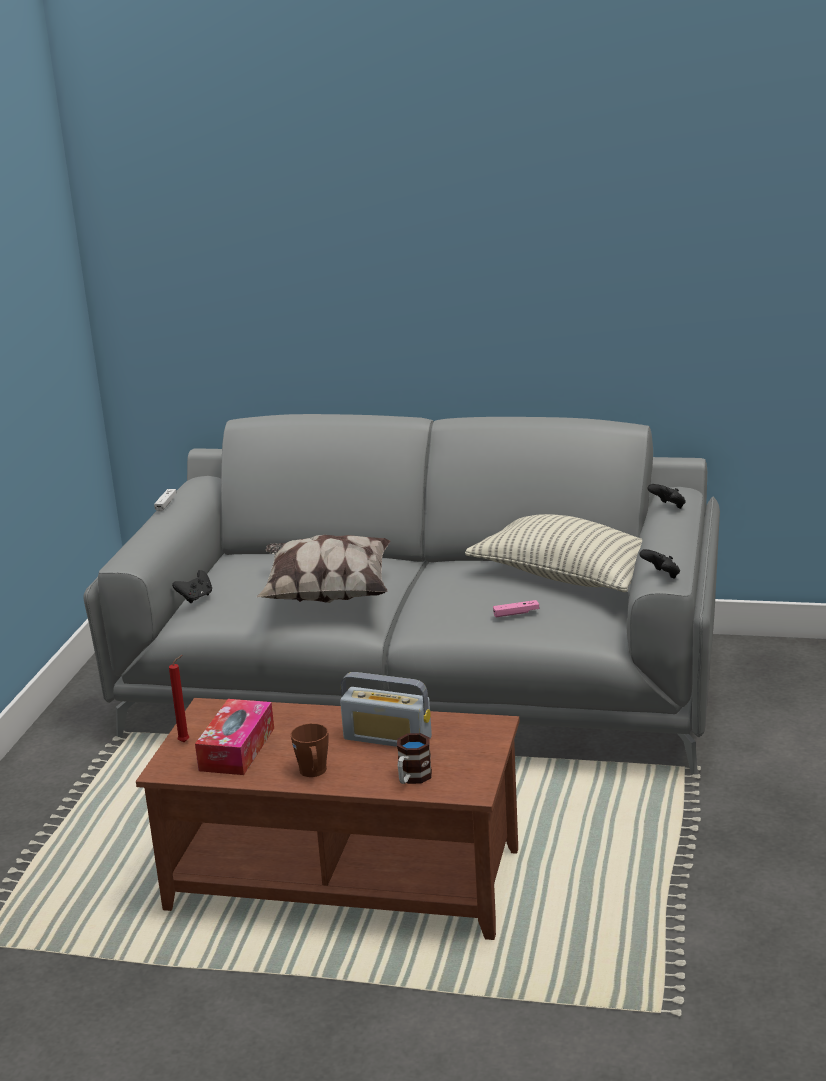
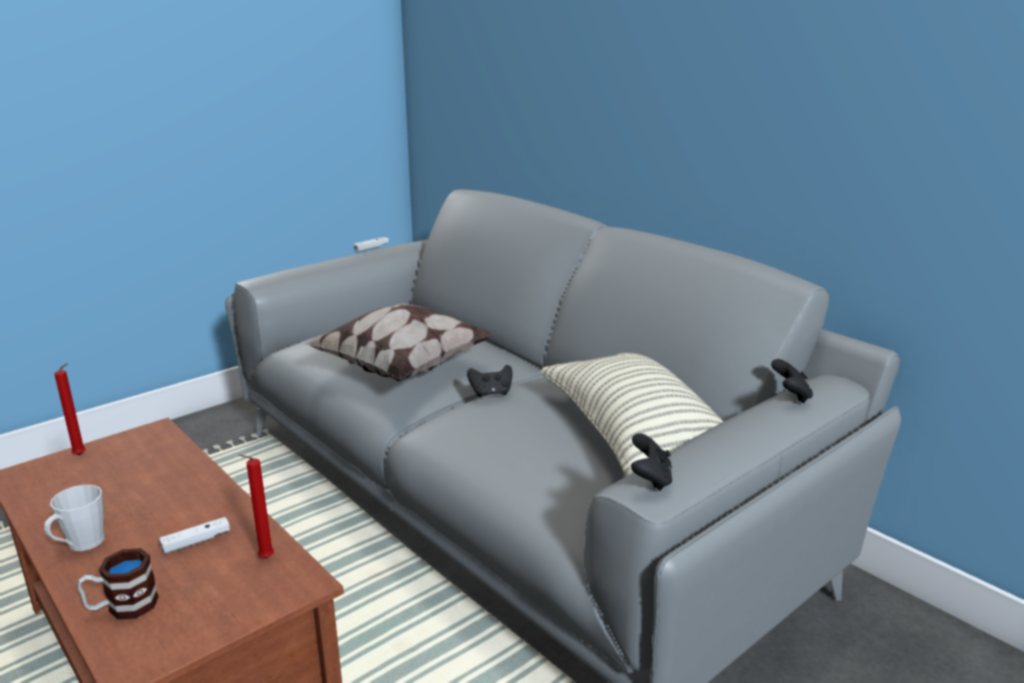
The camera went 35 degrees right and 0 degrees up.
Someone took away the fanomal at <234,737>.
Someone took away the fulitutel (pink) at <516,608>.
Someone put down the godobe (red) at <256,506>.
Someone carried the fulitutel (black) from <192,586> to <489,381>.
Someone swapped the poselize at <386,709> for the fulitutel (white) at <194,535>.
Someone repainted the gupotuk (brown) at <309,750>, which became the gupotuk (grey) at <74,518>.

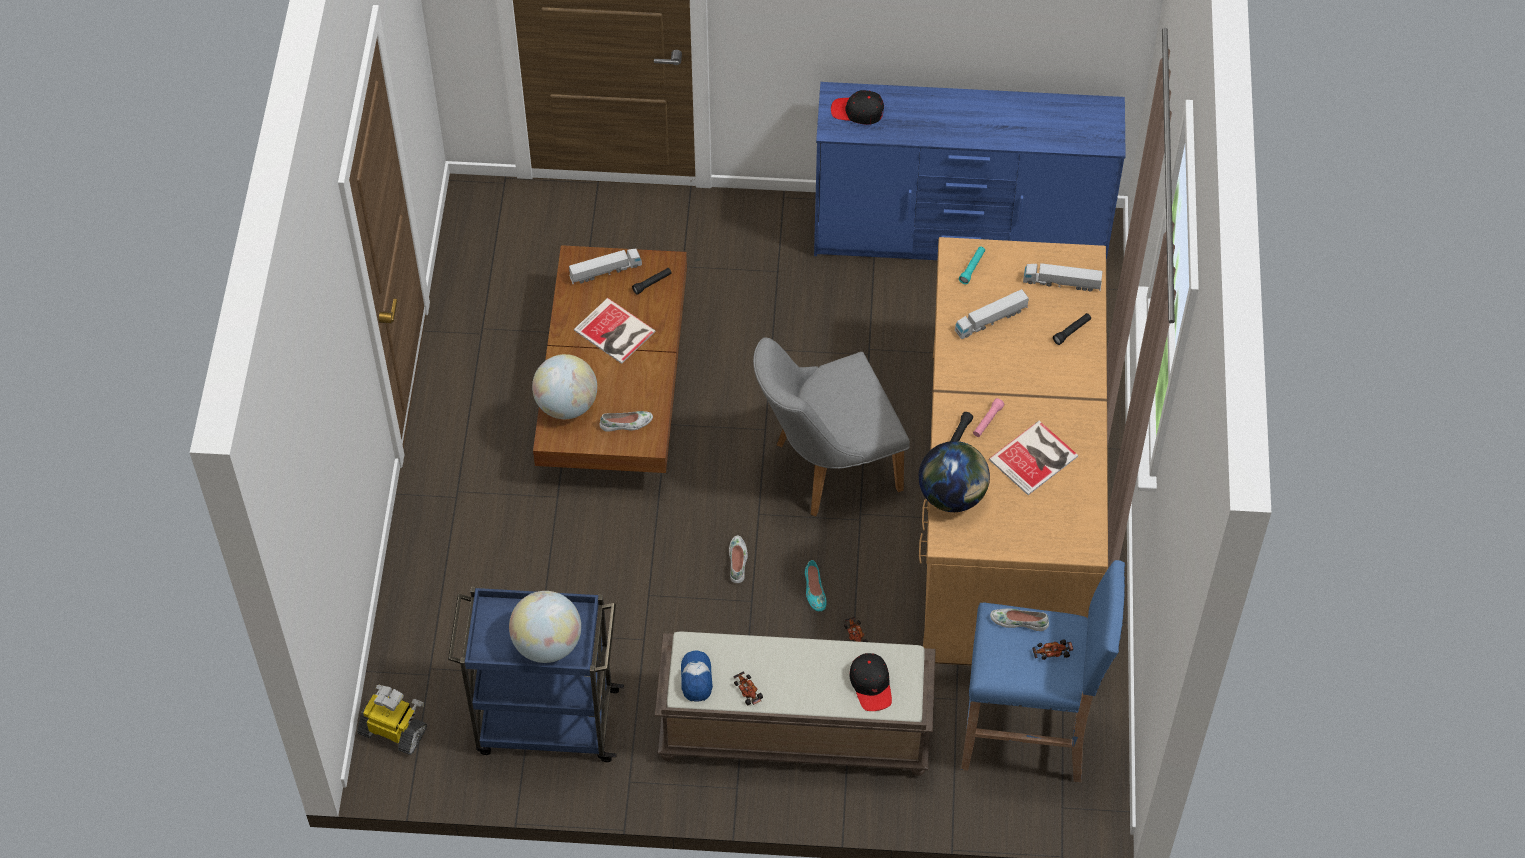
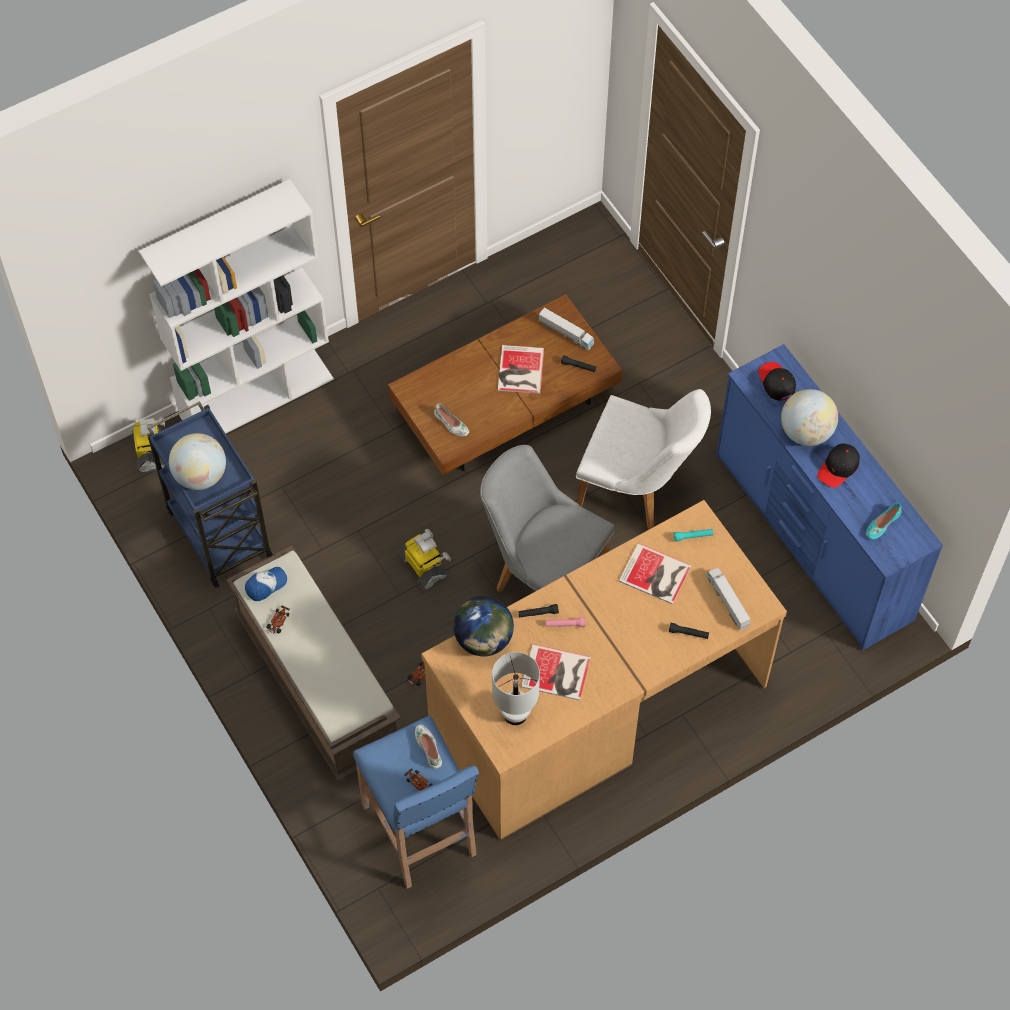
The camera went 55 degrees right and 5 degrees up.
Someone put down the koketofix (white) at <236,306>.
Someone put down the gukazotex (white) at <516,688>.
Someone put down the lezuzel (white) at <643,459>.
Someone carried the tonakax from <564,386> to <809,417>.
Someone carried the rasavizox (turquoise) from <816,585> to <884,521>.
Someone carried the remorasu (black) from <870,682> to <838,465>.
Someone swapped the rasavizox (white) at <738,559> for the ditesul at <424,559>.
Someone swapped the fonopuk at <992,314> for the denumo at <655,573>.

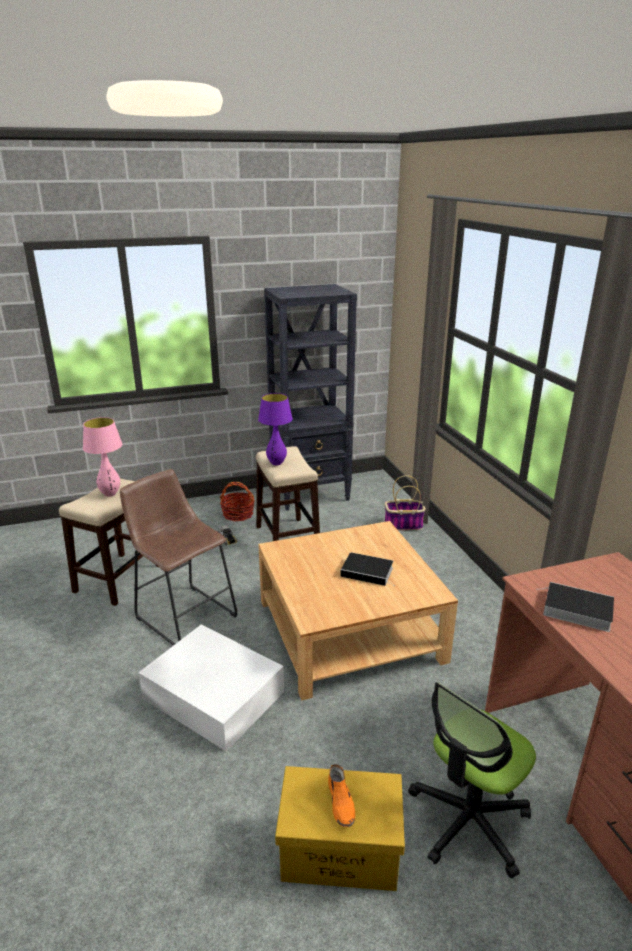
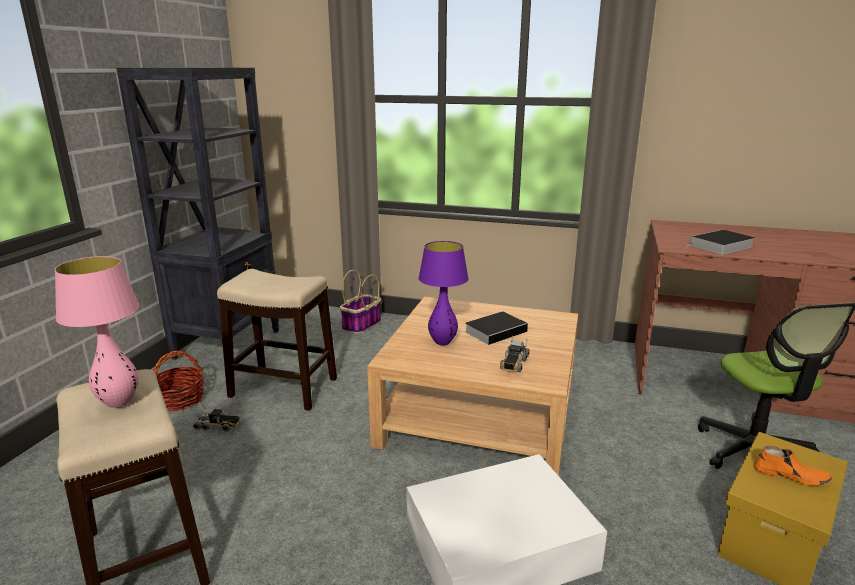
The camera went 55 degrees left and 5 degrees down.
Someone took away the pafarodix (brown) at <179,557>.
Someone put down the fonopuk at <514,353>.
Someone carried the gukazotex (purple) from <275,429> to <444,293>.

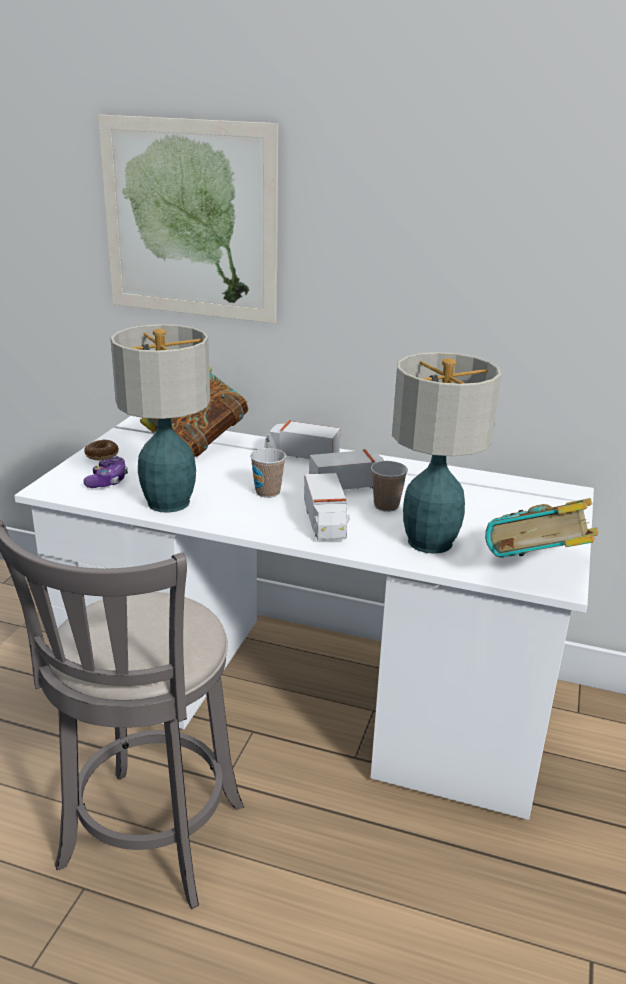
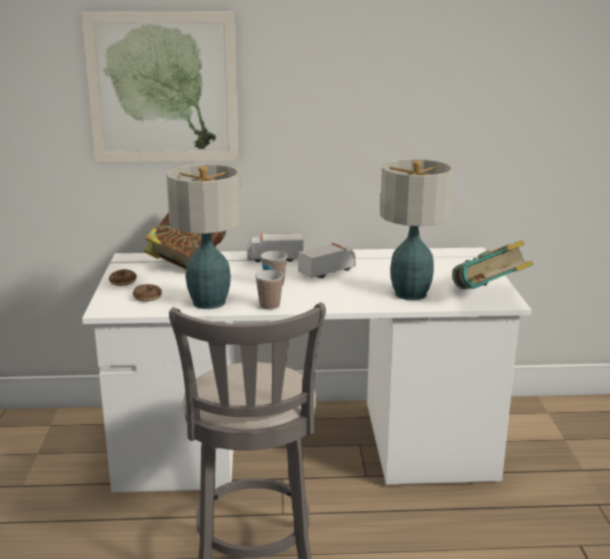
The camera went 20 degrees left and 5 degrees down.
Someone took away the fonopuk at <327,506>.
Someone carried the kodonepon from <389,486> to <269,290>.
Someone swapped the fulitutel at <105,472> for the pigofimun at <147,293>.

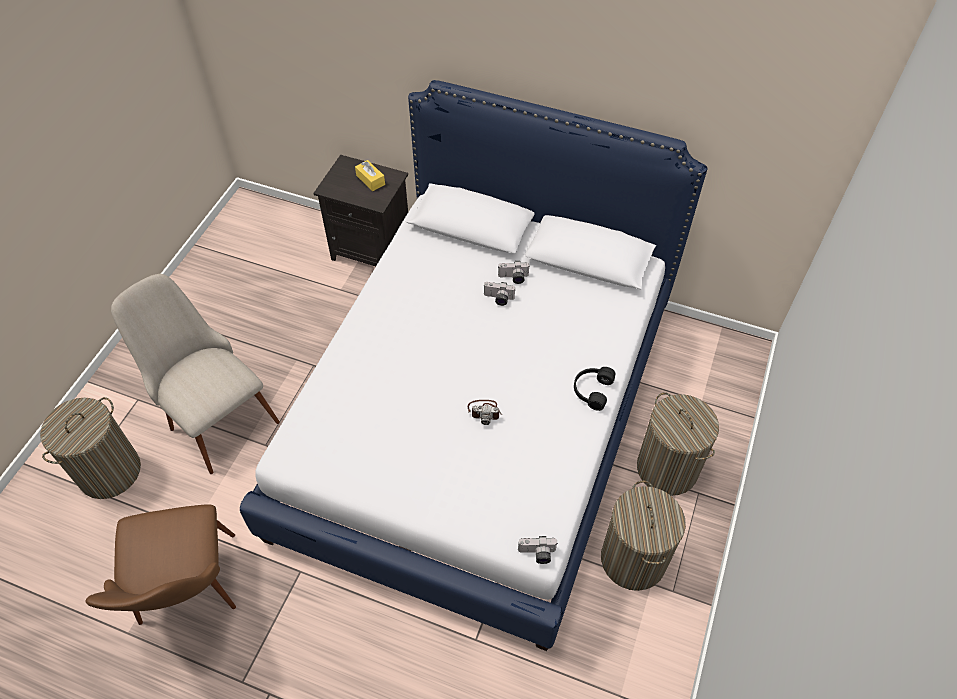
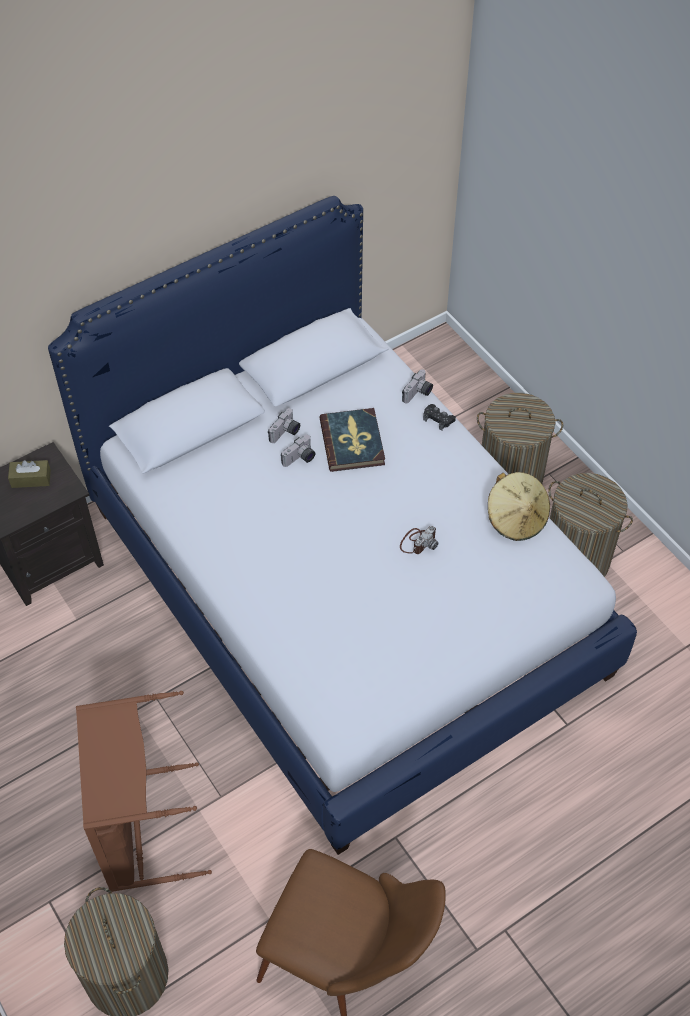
The camera went 55 degrees left and 0 degrees up.
Someone took away the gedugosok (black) at <595,389>.
Someone put down the denumo at <352,440>.
Someone put down the fulitutel (black) at <439,417>.
Someone put down the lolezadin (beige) at <519,506>.
Someone carried the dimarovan from <538,550> to <417,386>.
Someone swapped the lezuzel (beige) at <195,374> for the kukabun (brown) at <144,791>.
Someone repainted the fanomal (yellow) at <370,175>, which became the fanomal (brown) at <29,474>.

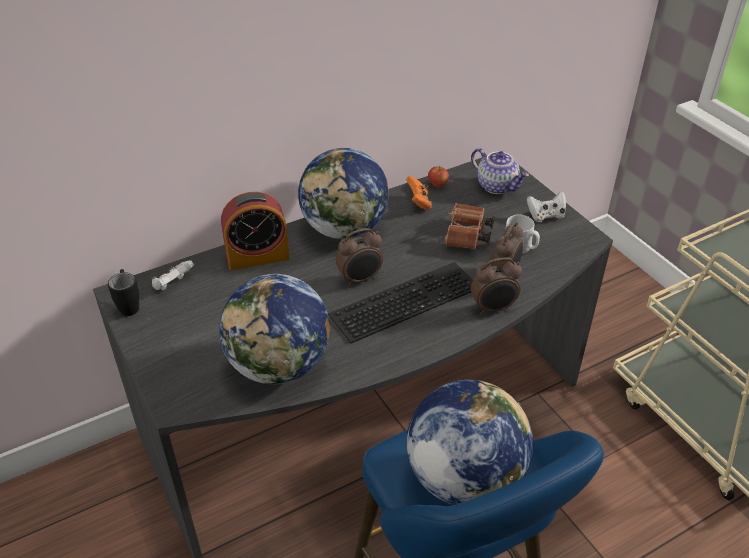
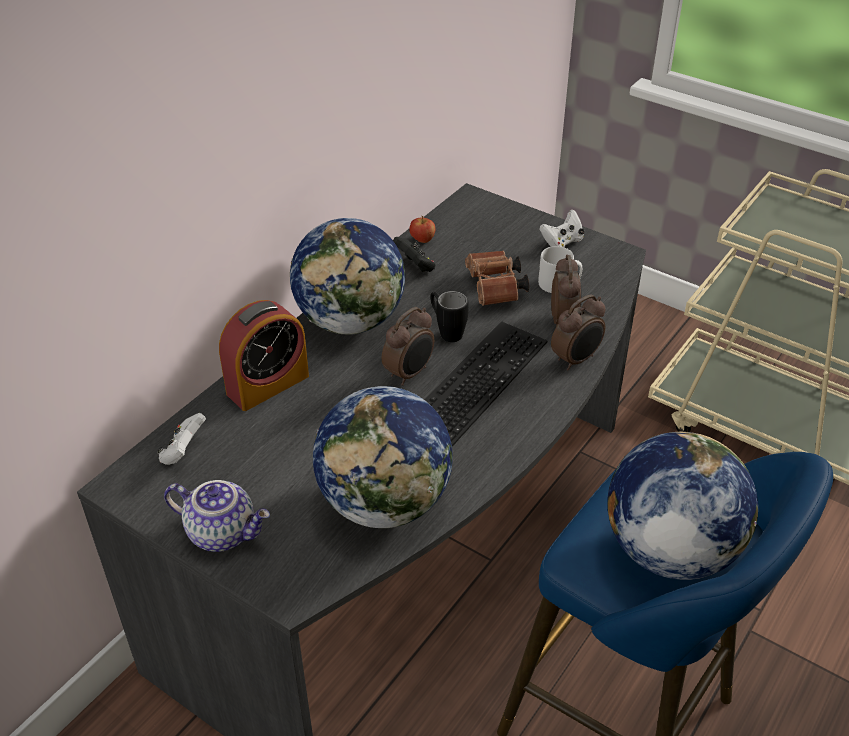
The camera went 25 degrees left and 0 degrees up.
Someone carried the gupotuk (black) from <123,292> to <449,316>.
Someone carried the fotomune from <500,171> to <217,516>.
Someone repainted the fulitutel (orange) at <419,193>, which became the fulitutel (black) at <414,254>.

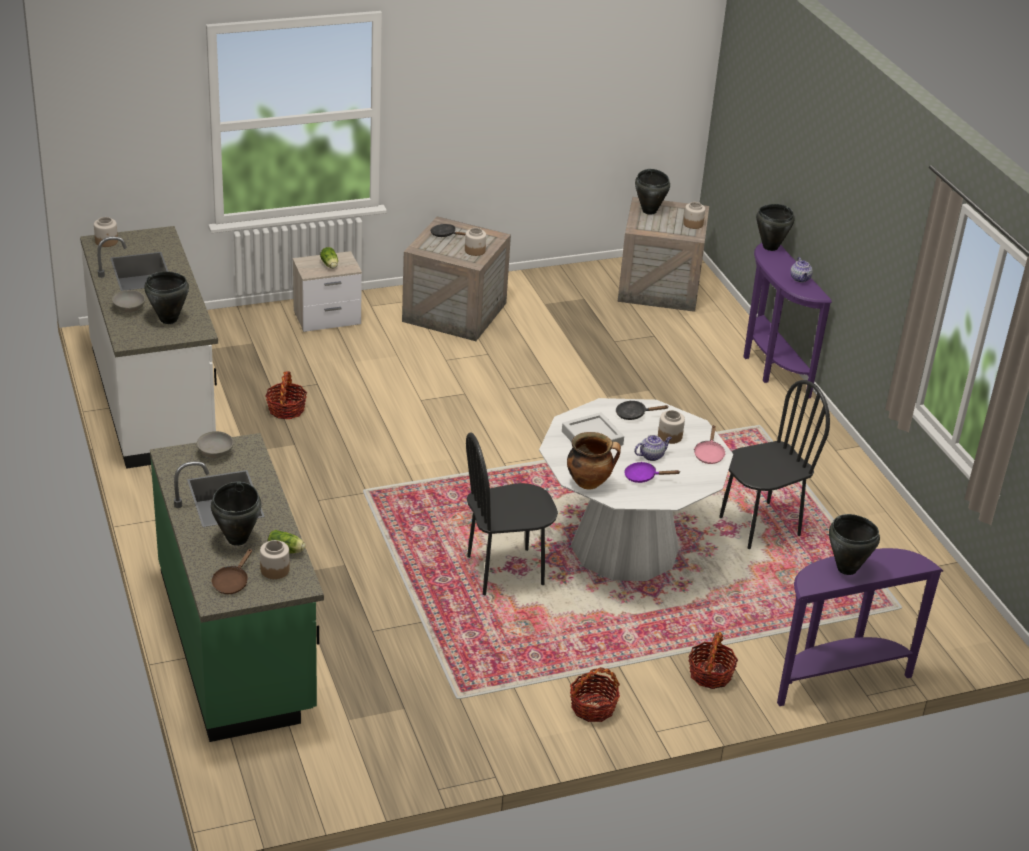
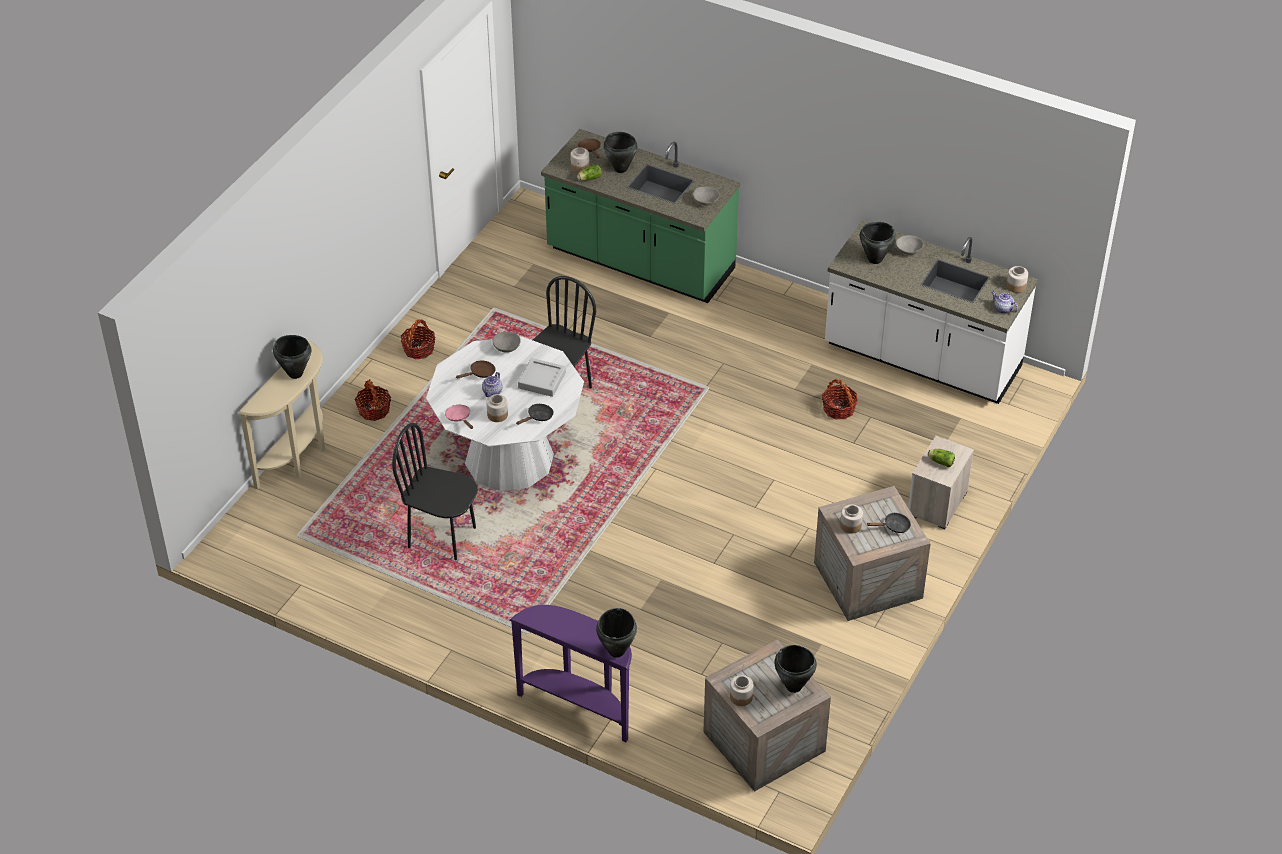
The camera went 140 degrees right and 10 degrees up.
Someone carried the fotomune from <801,269> to <1004,302>.
Someone swapped the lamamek at <594,460> for the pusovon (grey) at <506,342>.
Someone repainted the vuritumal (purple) at <652,472>, which became the vuritumal (brown) at <476,370>.
Someone repainted the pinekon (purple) at <860,627>, which became the pinekon (beige) at <282,414>.
Someone rotated the lezuzel (black) at <774,464> by 90 degrees clockwise.

